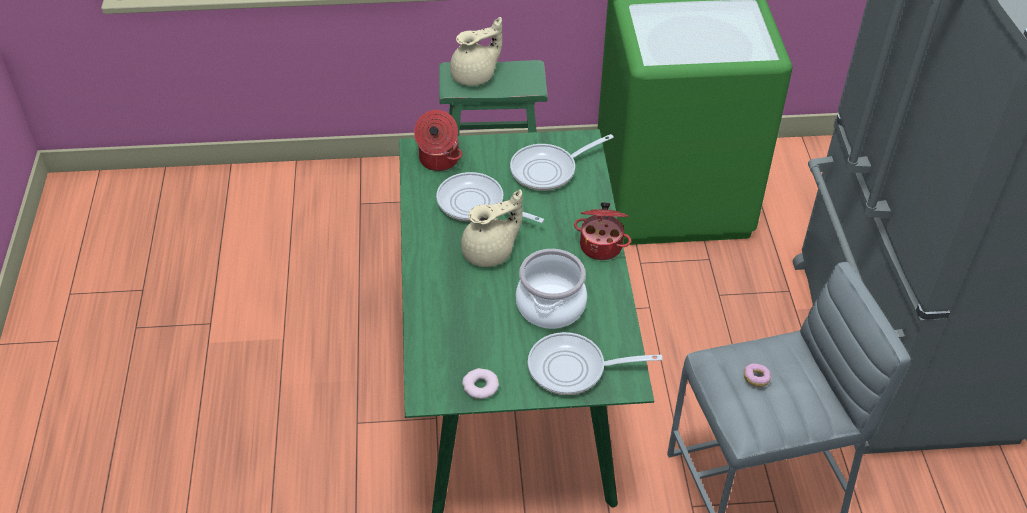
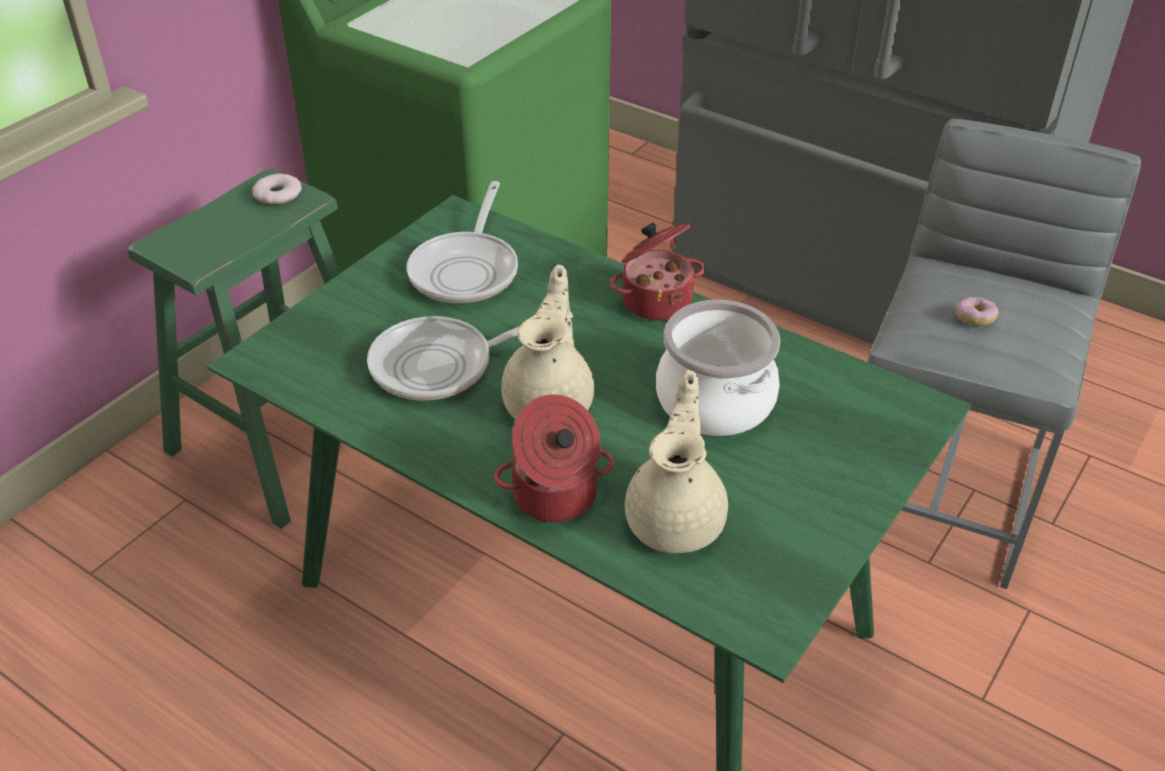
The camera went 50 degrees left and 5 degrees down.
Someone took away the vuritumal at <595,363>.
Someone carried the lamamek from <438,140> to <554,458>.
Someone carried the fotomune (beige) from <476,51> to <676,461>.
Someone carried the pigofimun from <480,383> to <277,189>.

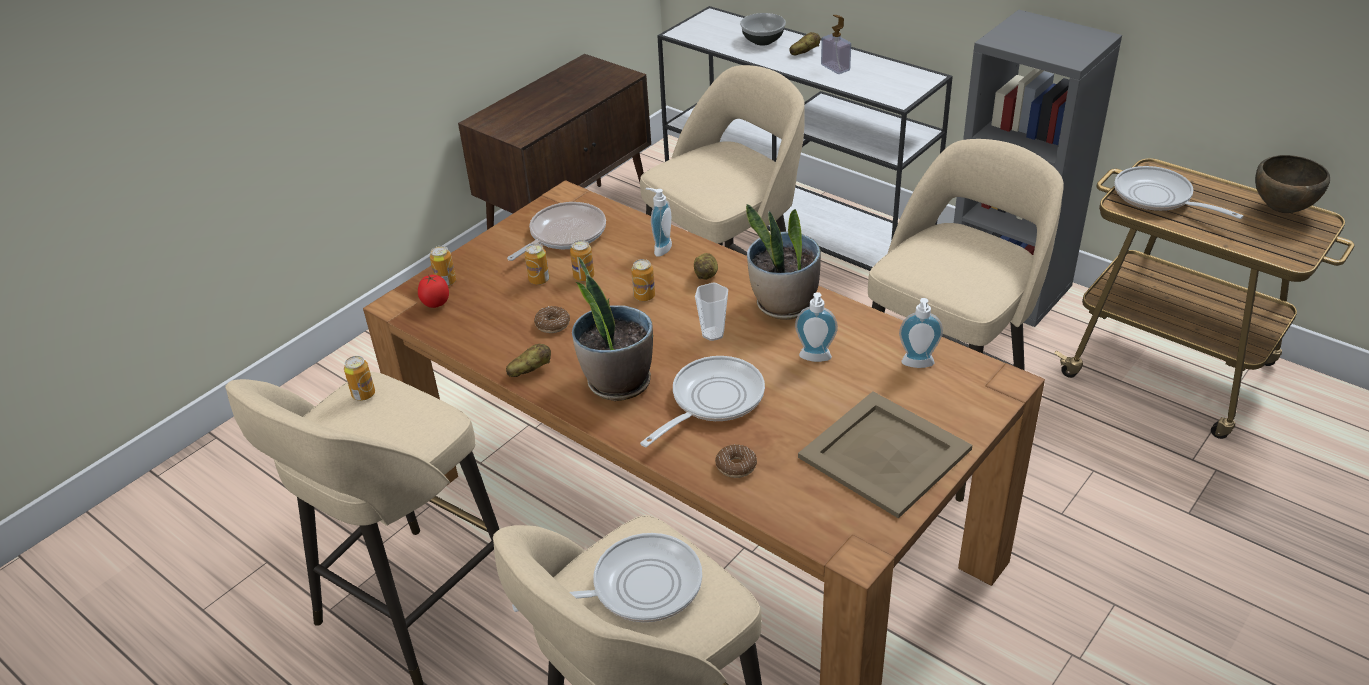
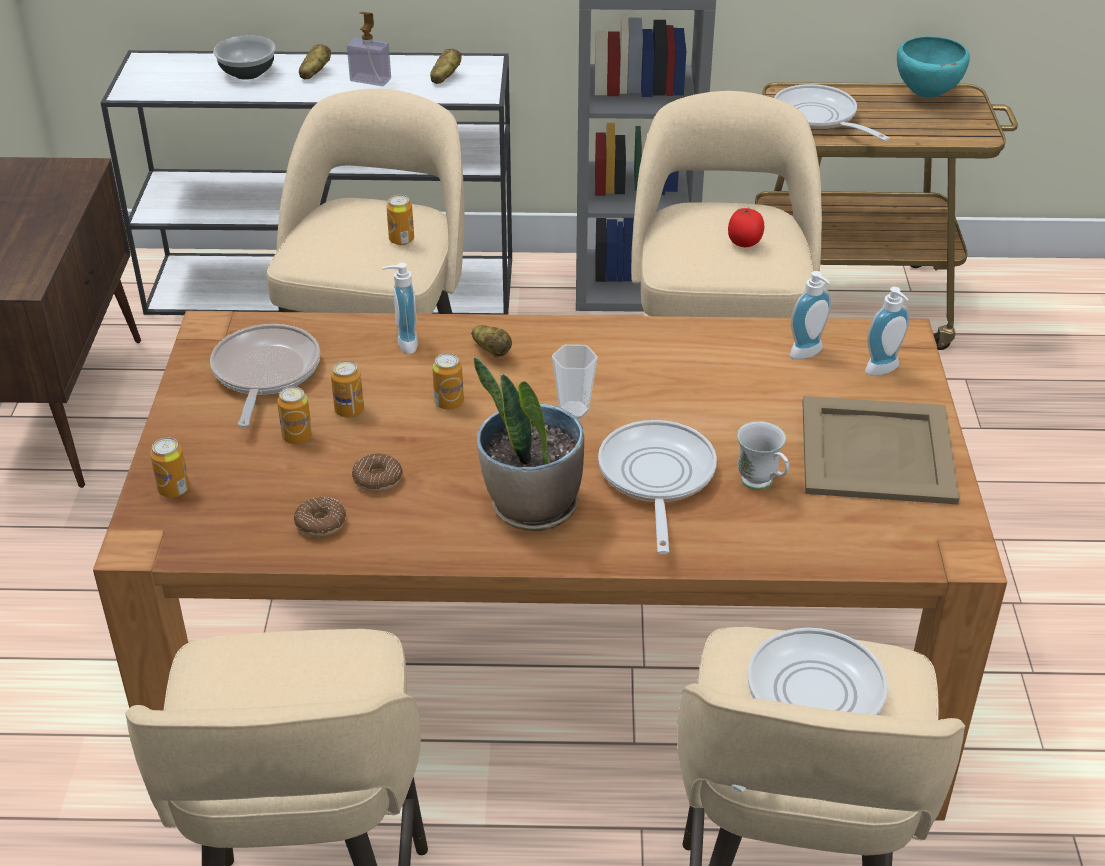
The camera went 40 degrees left and 0 degrees up.
Someone took away the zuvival at <783,262>.
Someone put down the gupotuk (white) at <763,455>.
Someone carried the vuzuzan from <359,378> to <400,220>.
Someone carried the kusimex from <433,291> to <746,227>.
Someone carried the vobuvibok from <528,360> to <446,66>.
Someone carried the pigofimun from <736,461> to <320,517>.
Someone carried the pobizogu from <816,327> to <887,331>.
Someone repainted the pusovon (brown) at <1292,184>, which became the pusovon (turquoise) at <933,67>.
Someone rotated the vuritumal at <1179,192> by 45 degrees clockwise.

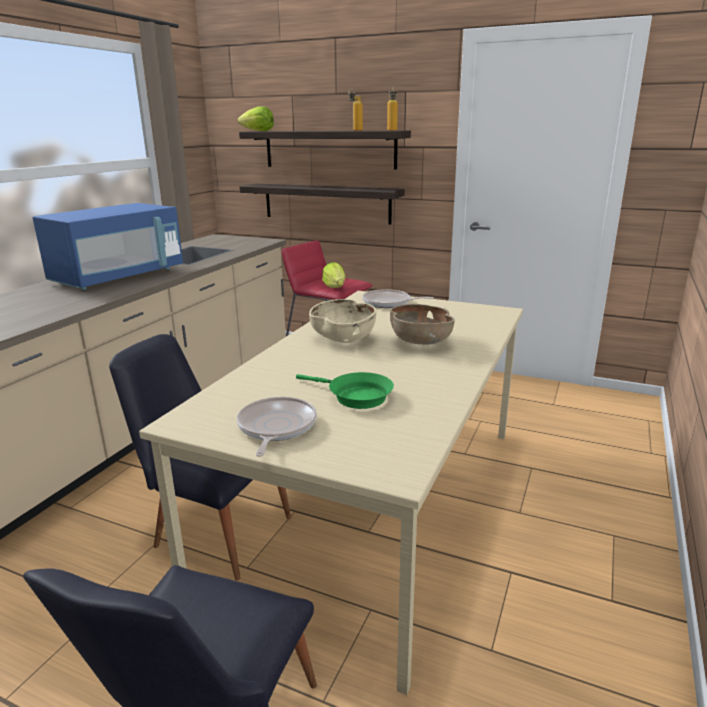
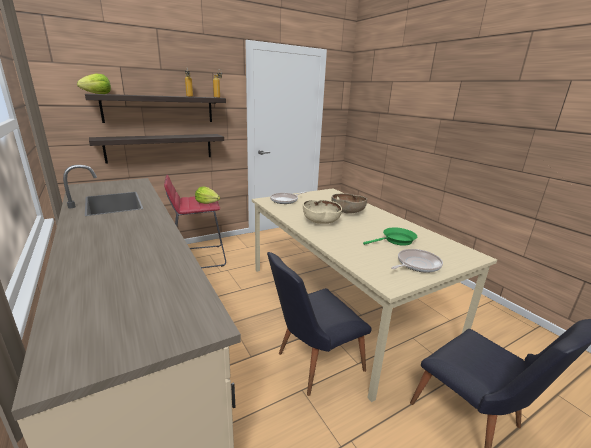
The camera went 55 degrees left and 0 degrees up.
Someone took away the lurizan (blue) at <108,246>.
Someone rotated the vuritumal at <277,427> by 105 degrees clockwise.

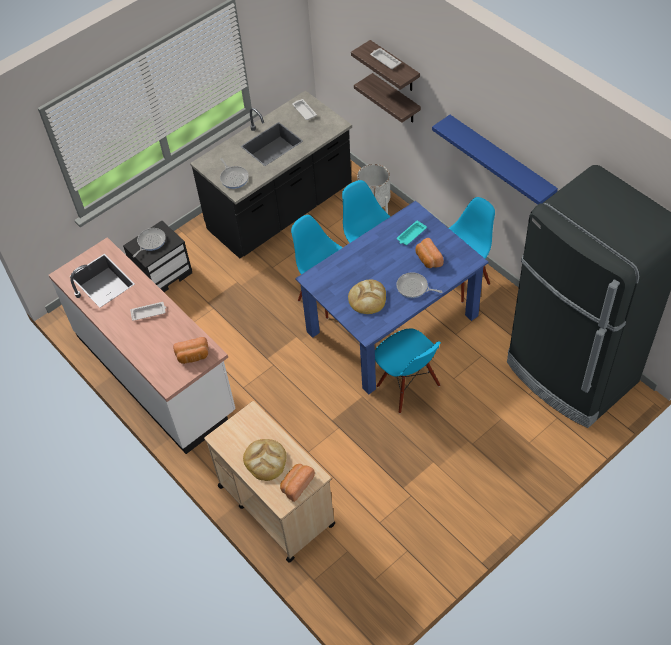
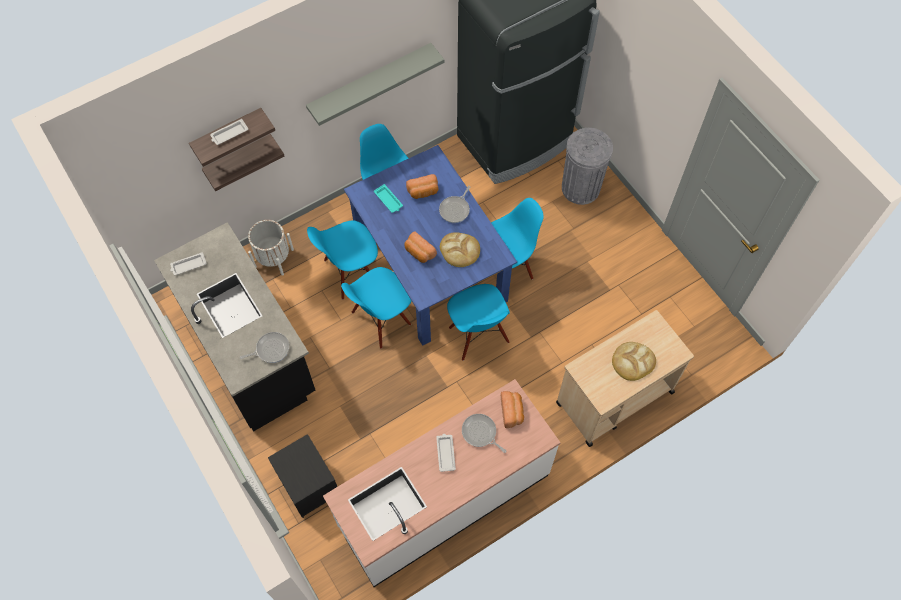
The camera went 85 degrees left and 10 degrees up.
Someone put down the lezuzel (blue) at <478,322>.
Someone put down the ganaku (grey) at <587,166>.
Someone carried the vuritumal from <149,242> to <484,433>.
Someone carried the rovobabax from <297,483> to <420,247>.
Someone repainted the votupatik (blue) at <495,159>, which became the votupatik (grey) at <375,84>.

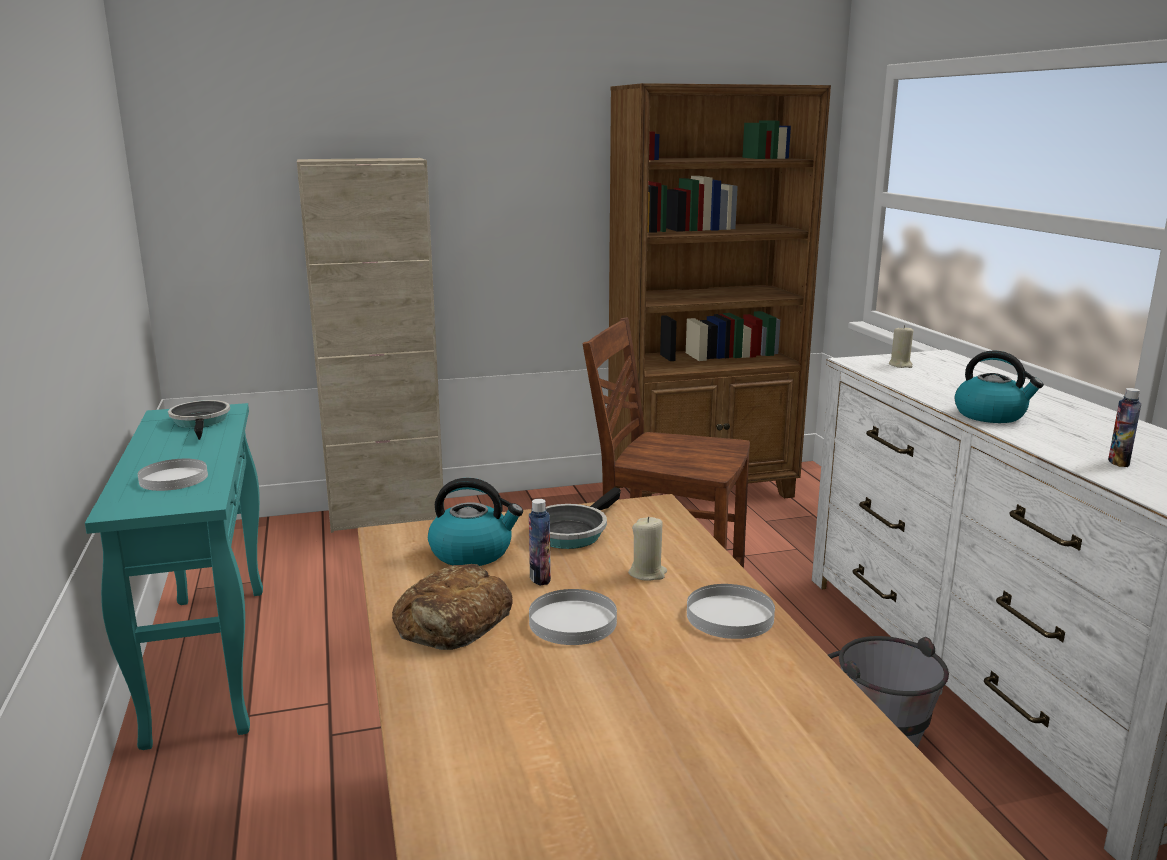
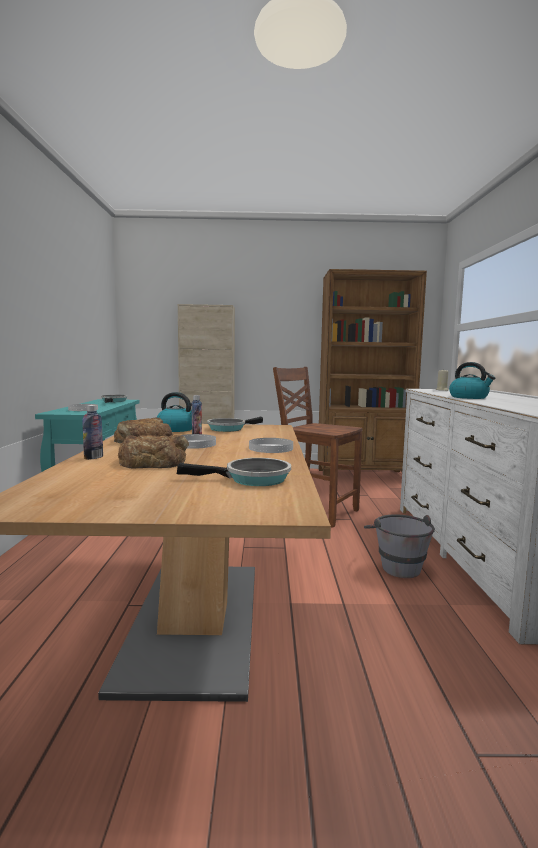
The camera went 15 degrees right and 10 degrees down.
Someone took away the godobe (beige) at <647,549>.
Someone put down the rovobabax at <153,451>.
Someone put down the vuritumal at <234,472>.
Someone carried the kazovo from <1124,427> to <92,432>.

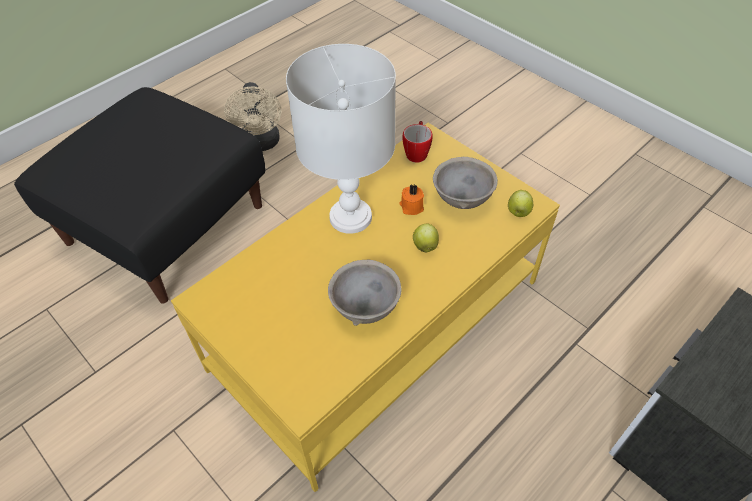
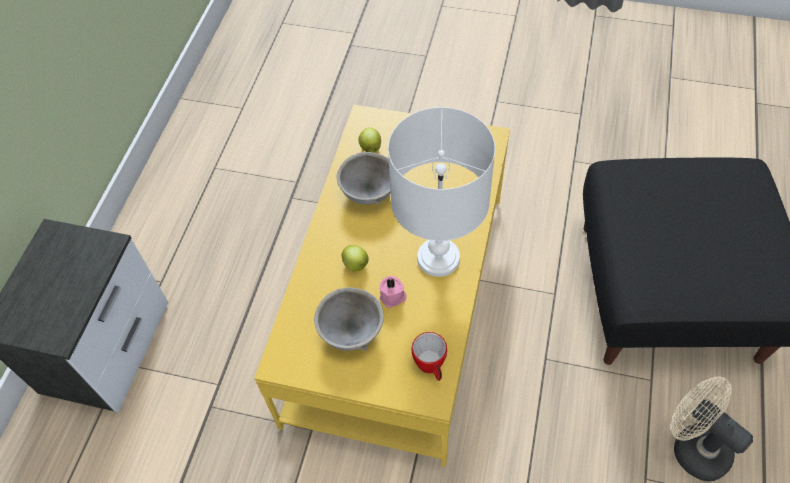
The camera went 150 degrees right and 5 degrees up.
Someone carried the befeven from <520,203> to <369,140>.
Someone repainted the godobe (orange) at <411,199>, which became the godobe (pink) at <393,292>.

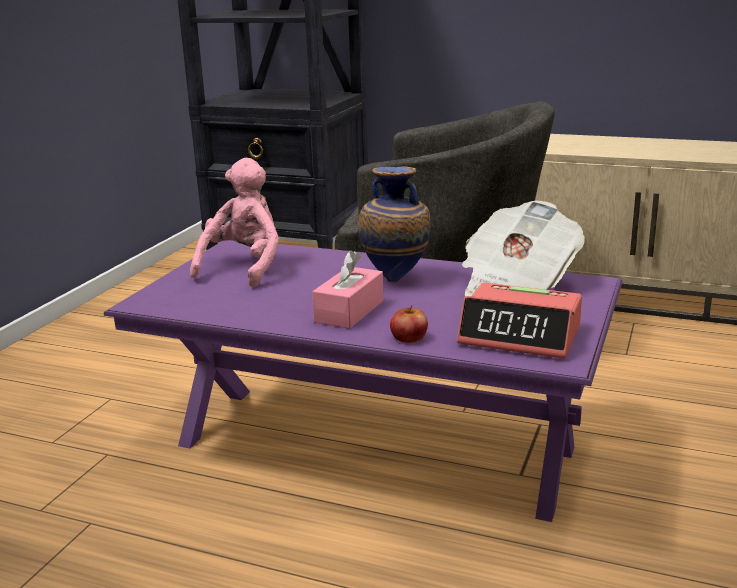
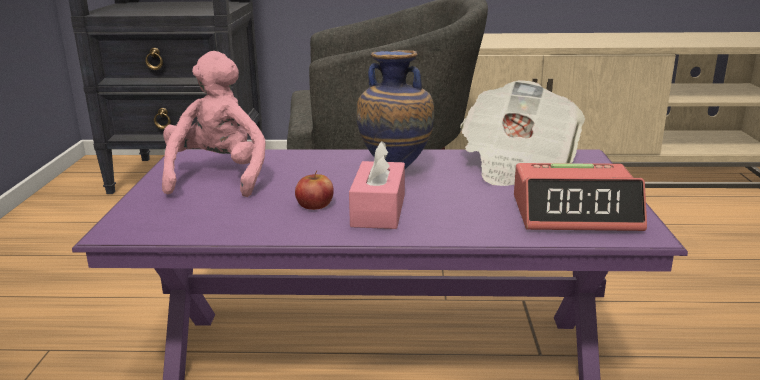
The camera went 20 degrees left and 0 degrees up.
Someone carried the befeven from <409,324> to <314,190>.

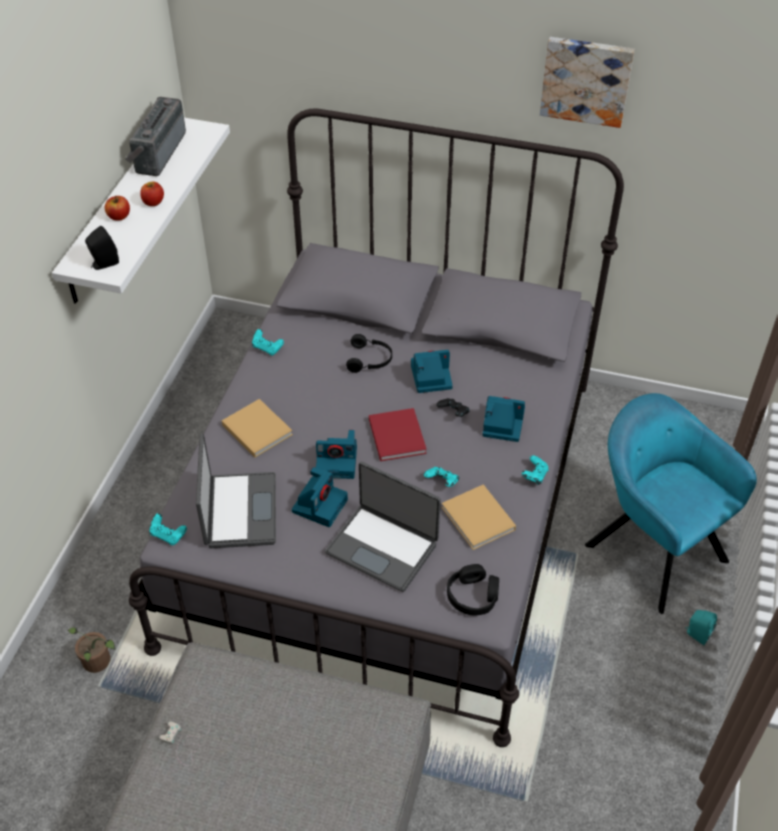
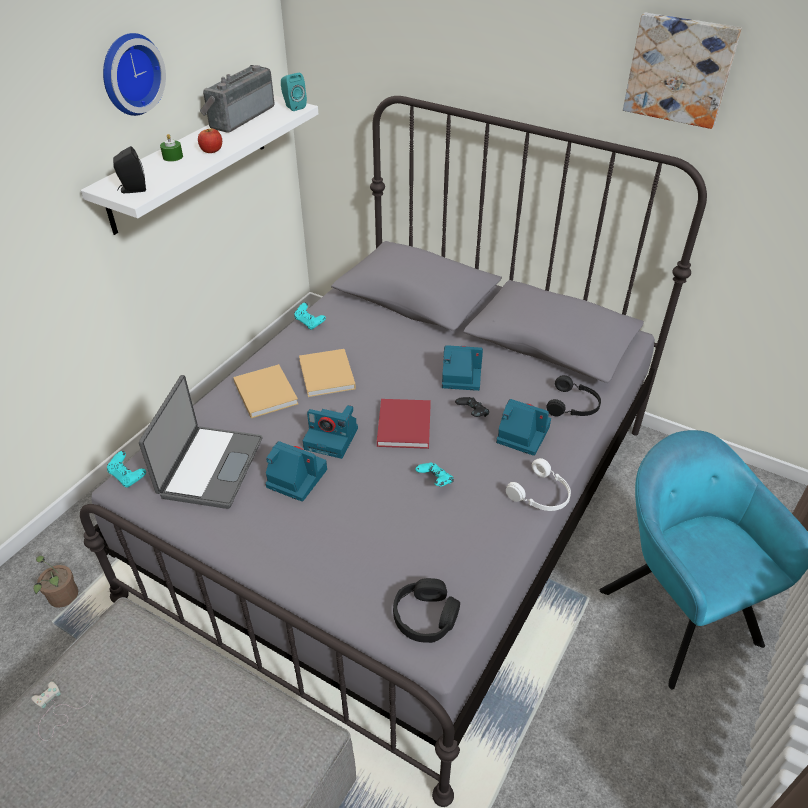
The camera went 15 degrees right and 5 degrees down.
Someone took away the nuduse at <383,527>.
Someone put up the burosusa at <134,74>.
Someone carried the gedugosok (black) from <369,353> to <574,396>.
Someone carried the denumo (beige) from <478,517> to <327,373>.
Someone carried the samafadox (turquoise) from <701,627> to <294,92>.
Someone swapped the befeven at <117,208> for the godobe (green) at <171,148>.
Someone swapped the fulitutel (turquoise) at <535,470> for the gedugosok (white) at <538,484>.
Someone rotated the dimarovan at <320,497> by 105 degrees counterclockwise.

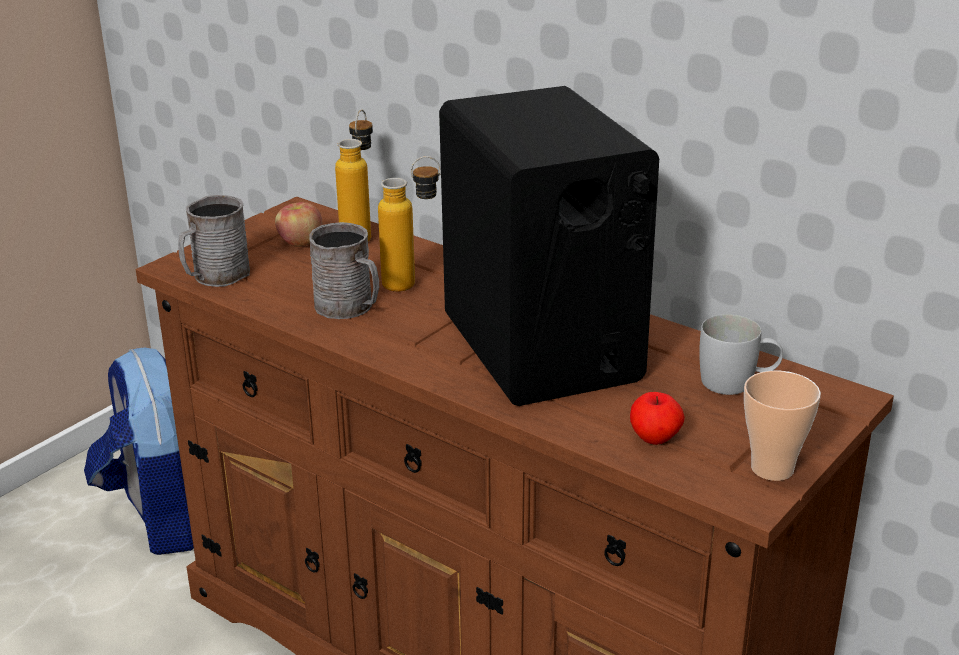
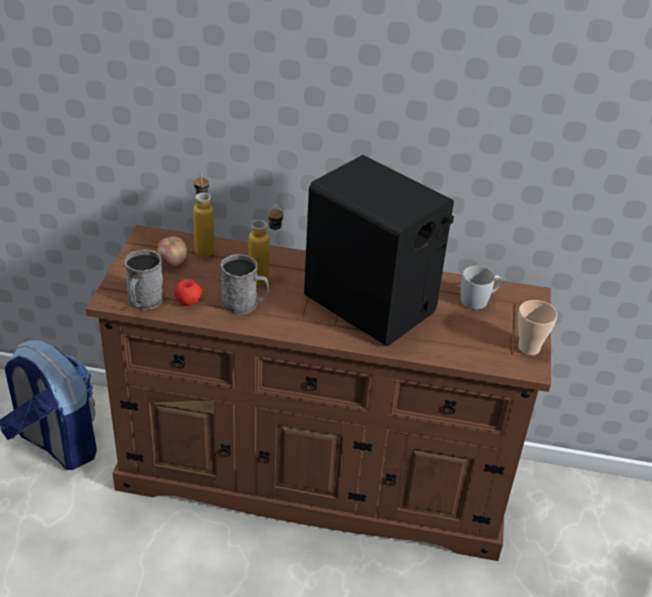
The camera went 30 degrees left and 10 degrees up.
Someone carried the befeven from <657,418> to <188,292>.

